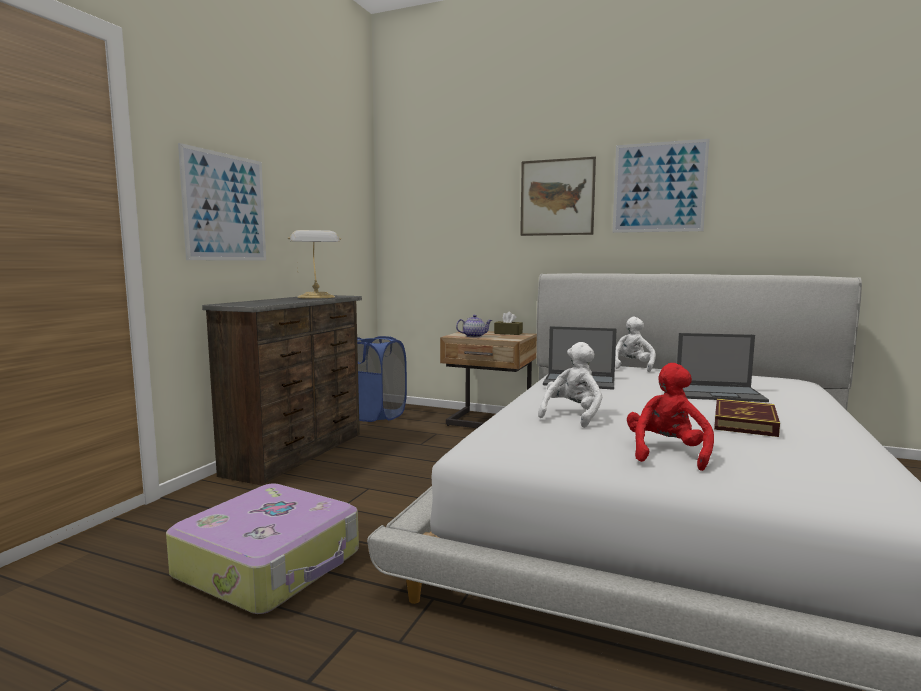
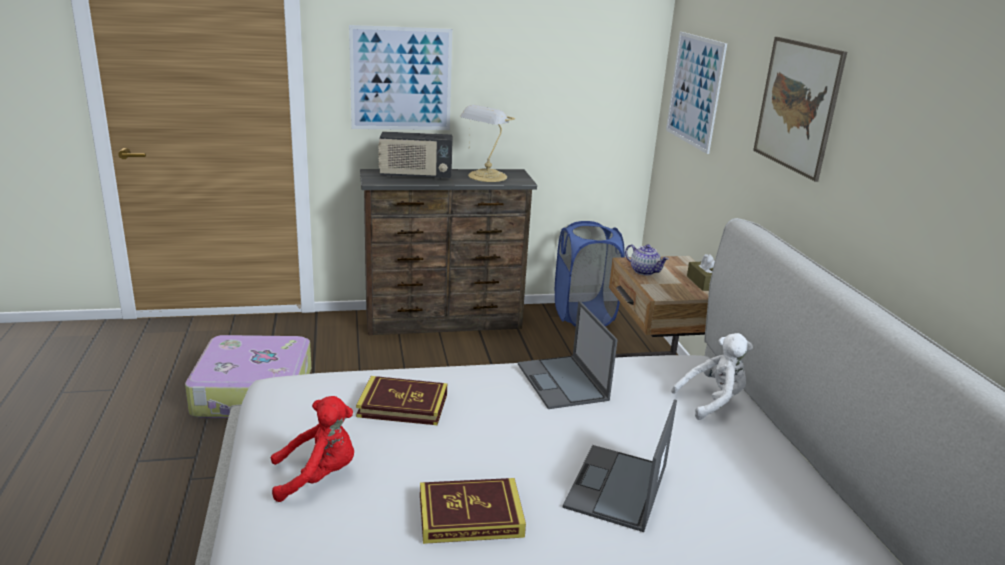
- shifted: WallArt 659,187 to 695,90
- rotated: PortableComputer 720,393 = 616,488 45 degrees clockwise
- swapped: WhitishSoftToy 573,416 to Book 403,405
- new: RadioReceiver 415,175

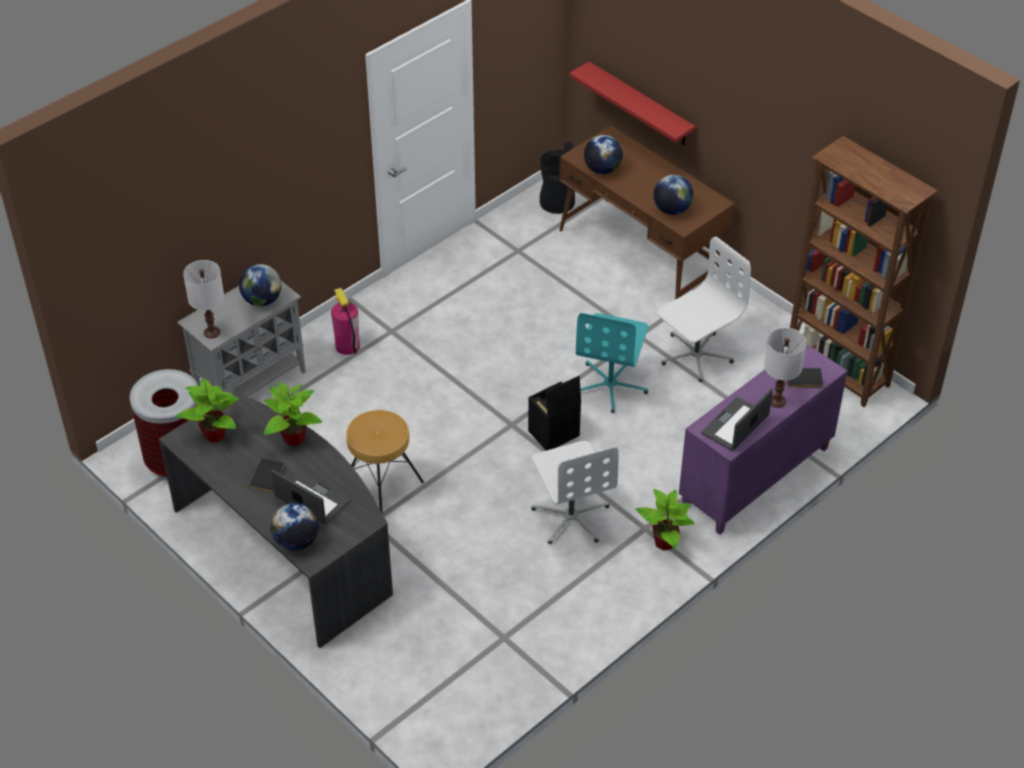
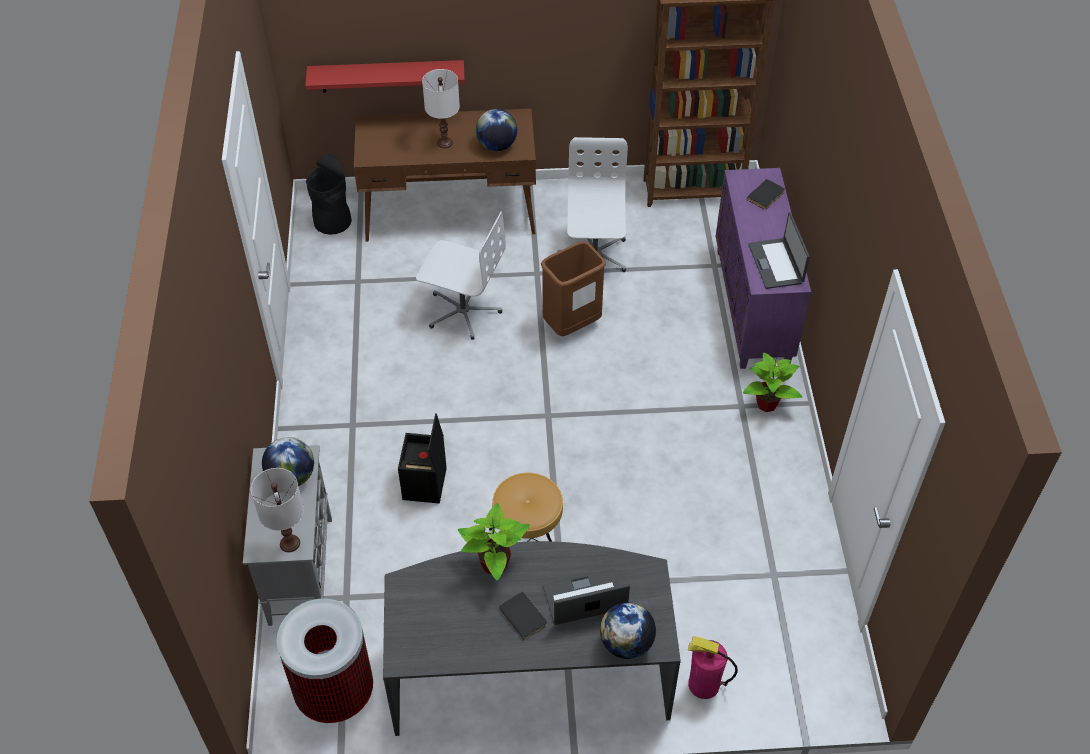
- gone: Globe 602,169
- shifted: Extinguisher 347,346 to 704,684
- swapped: TurquoiseColouredComputerChair 611,385 to BrownColouredWasteBin 571,325
- shifted: WhitishLampForATable 777,401 to 445,143
- shifted: BlackColouredStorageBin 553,434 to 425,485
- gone: PlantInAPot 215,434
- shifted: WhitishComputerChair 571,517 to 463,311

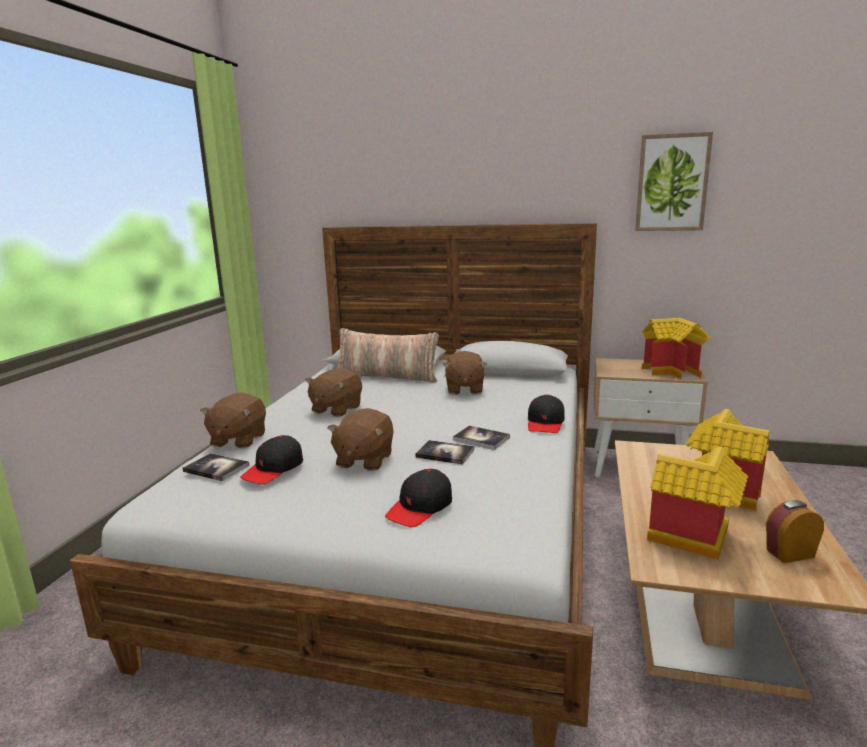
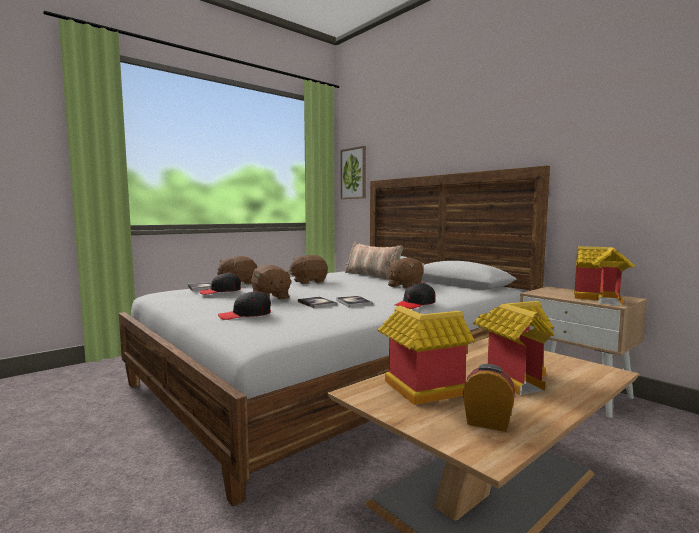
- shifted: WallArt 672,183 to 353,173
- rotated: BrownColouredSoftToy 364,460 = 270,298 75 degrees counterclockwise

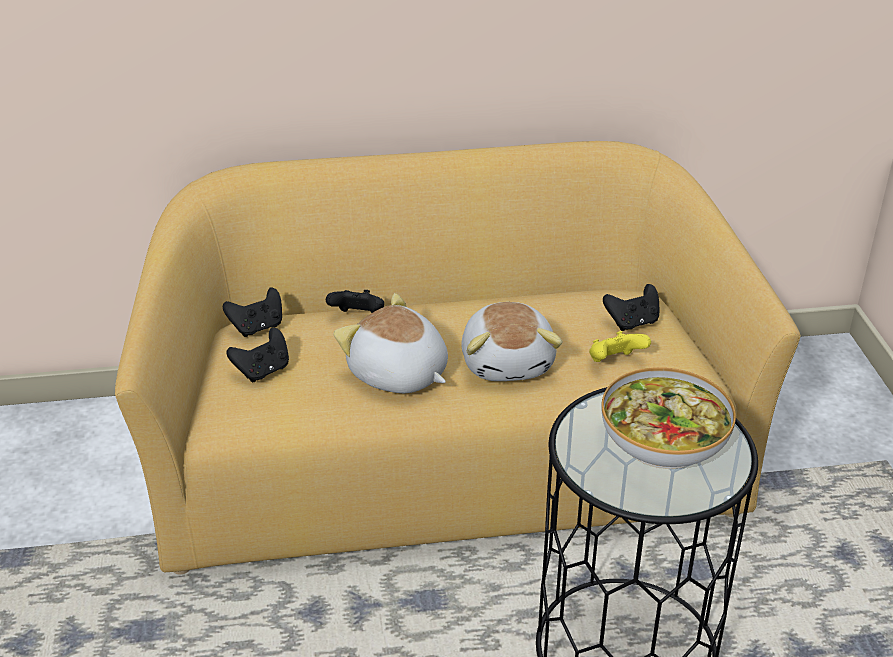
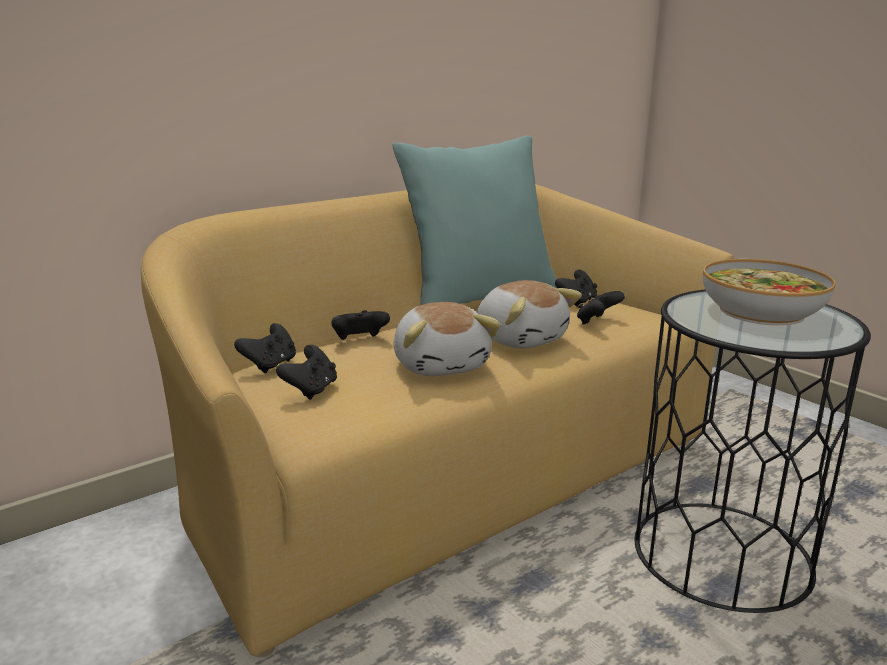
- rotated: SoftToy 398,375 = 441,365 120 degrees counterclockwise
- repainted: YellowColouredJoypad 614,362 to BlackColouredJoypad 597,322
- new: TurquoiseColouredPillow 479,299

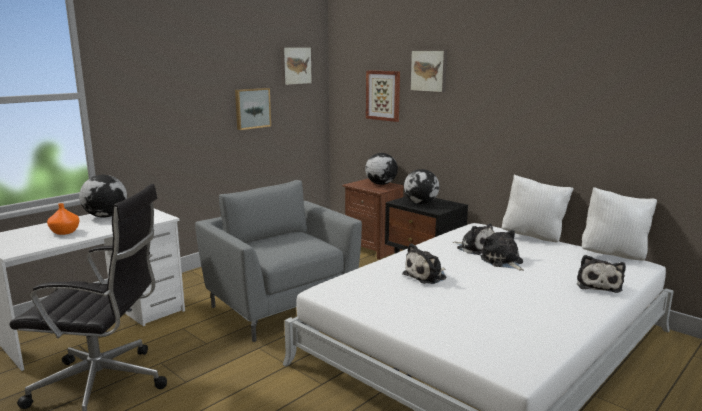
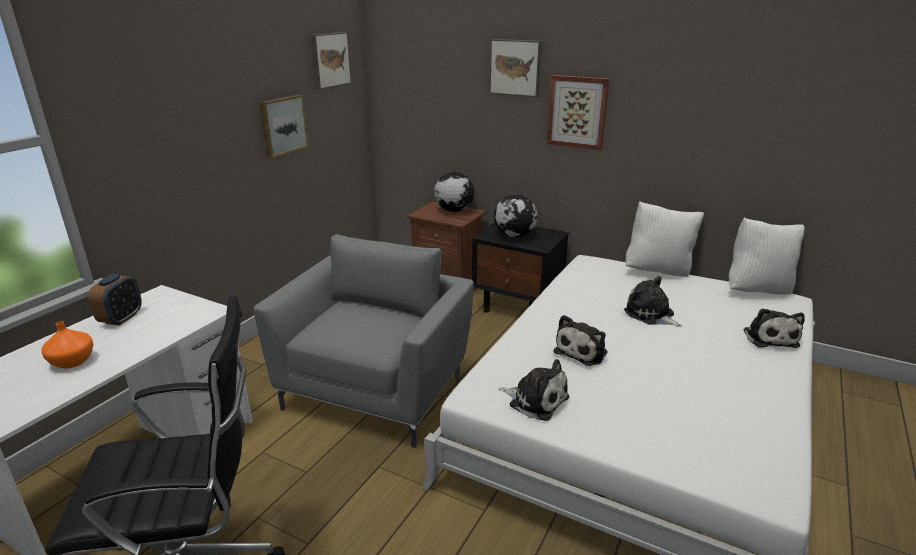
- shifted: WallArt 383,95 to 577,112
- swapped: Globe 106,216 to TableClock 121,318
- rotated: GreyEasyChair 281,305 = 376,392 75 degrees clockwise
- shifted: SoftToy 474,248 to 535,400

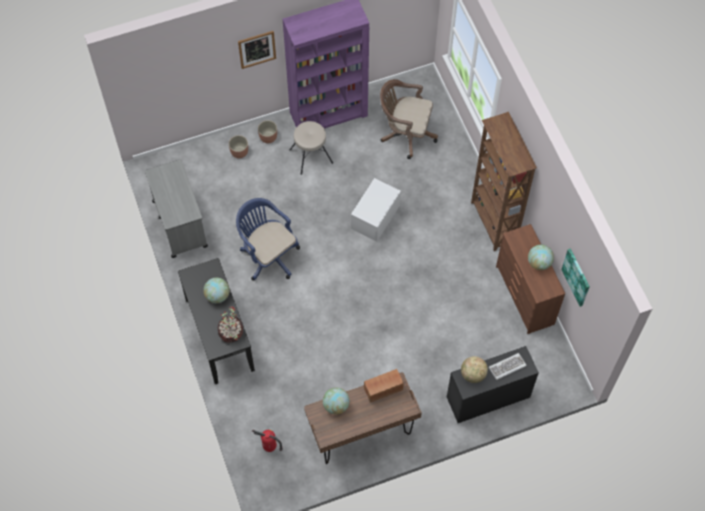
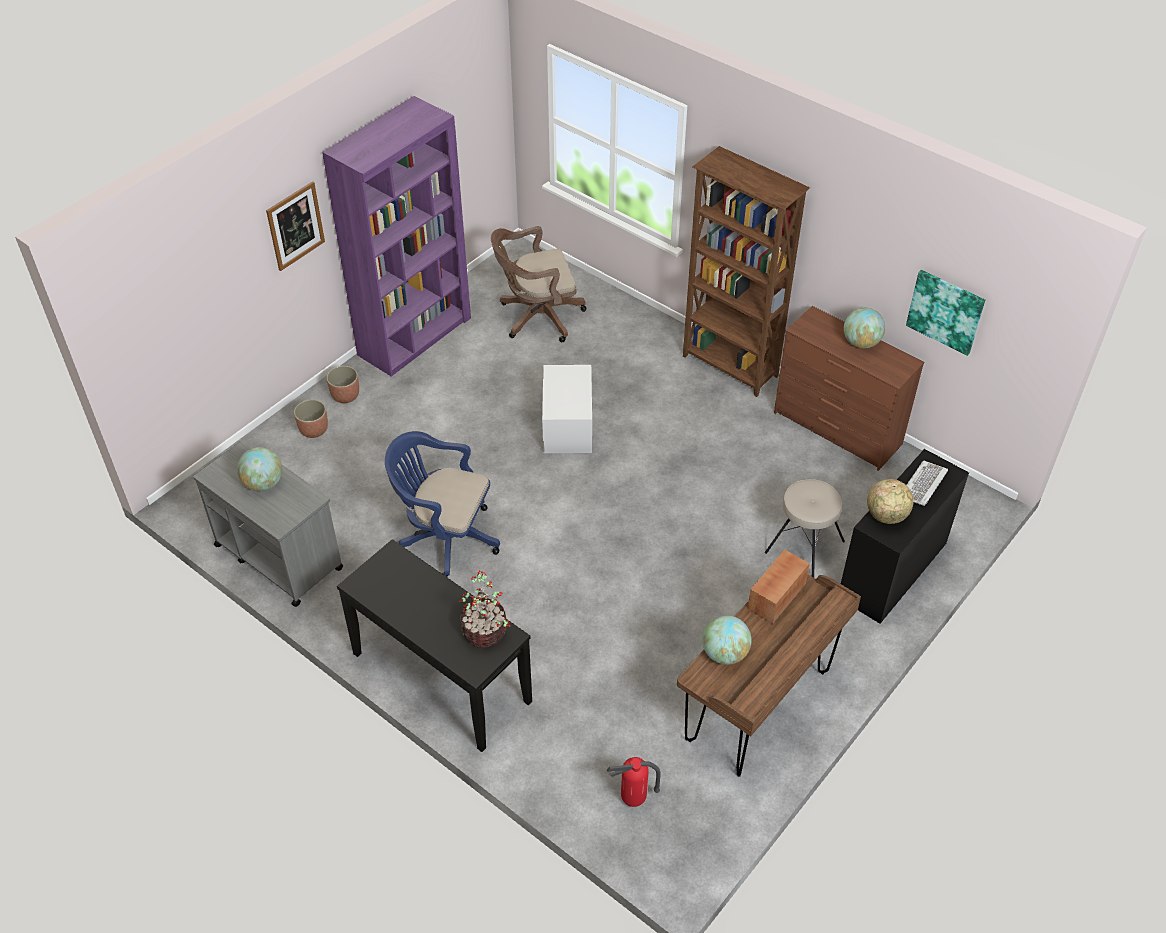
- shifted: BeigeSittingStool 311,156 to 804,546
- shifted: Globe 217,295 to 263,483

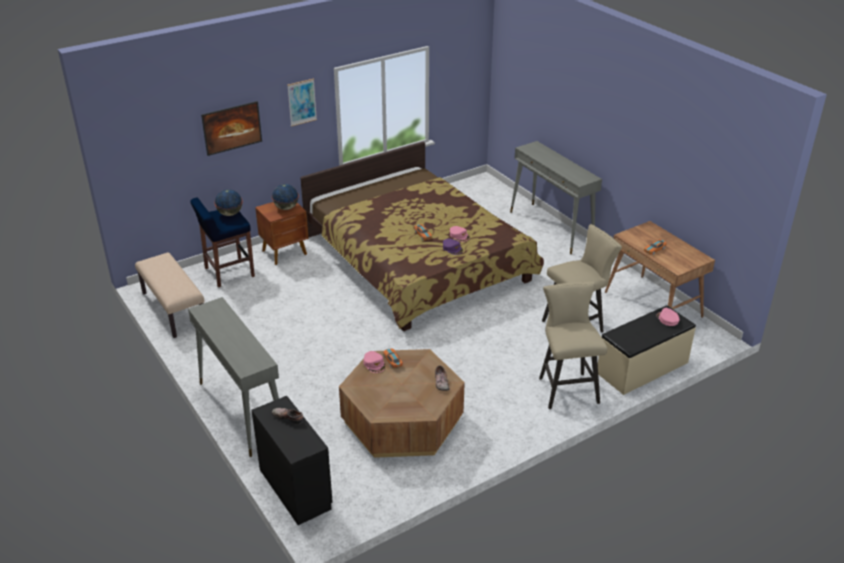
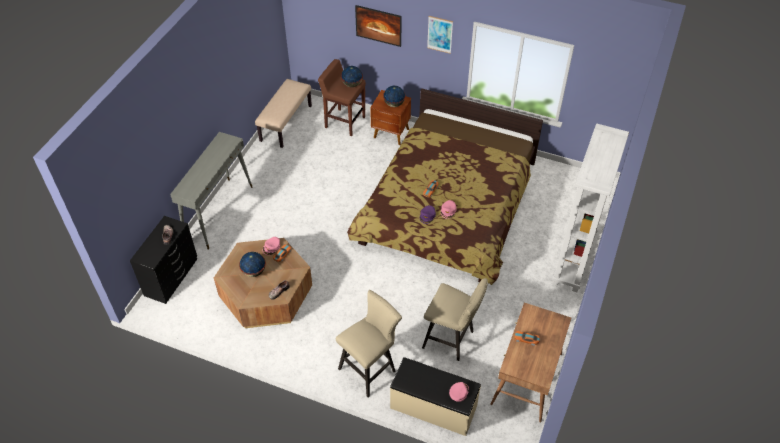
- swapped: GreyHallTable 551,228 to WhitishBookcase 574,261
- repainted: BluishSittingStool 228,272 to BrownColouredSittingStool 344,122
- new: Globe 254,272

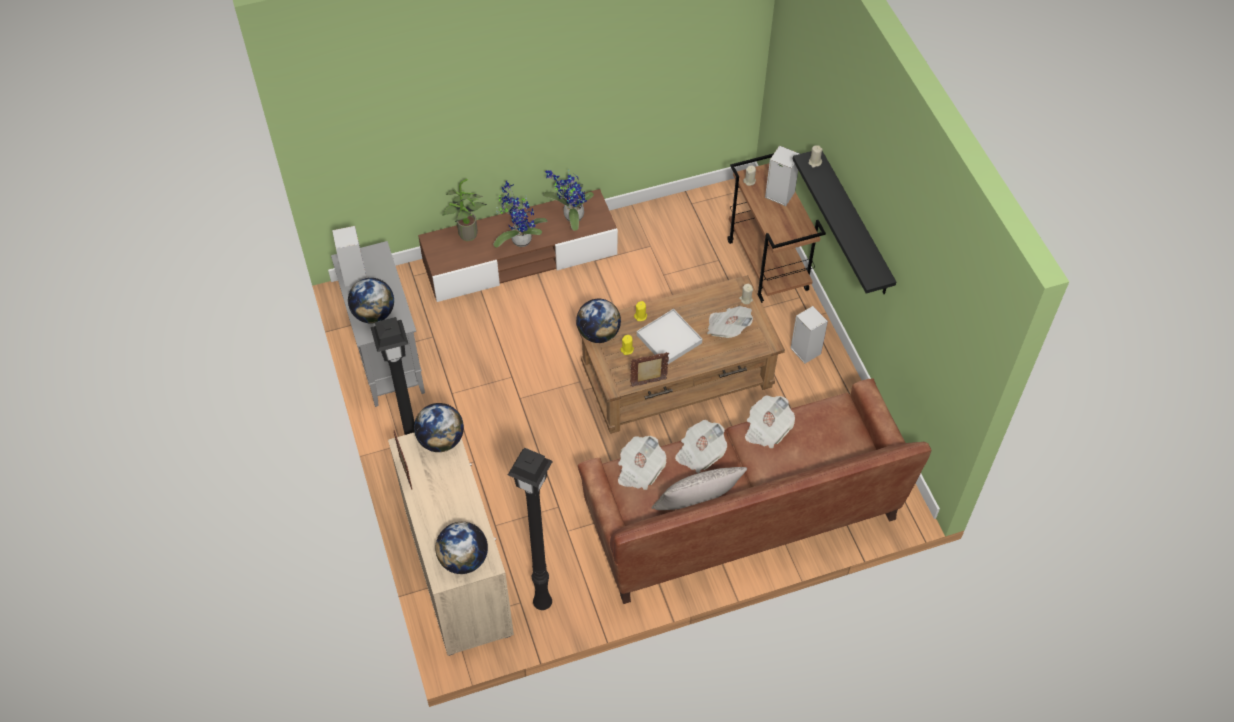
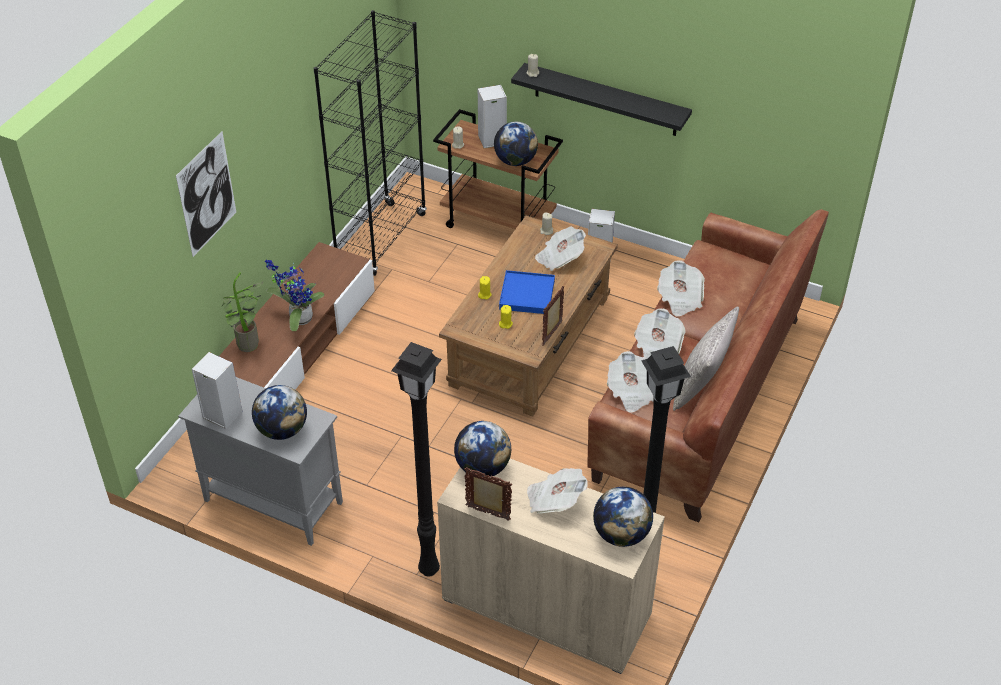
- gone: PlantInAPot 571,216
- shifted: Globe 598,333 to 515,161
- repainted: WhitishCarryingTray 669,339 to BluishCarryingTray 527,294
- new: BlackColouredBookcase 381,239
- new: WallArt 207,194
- new: PrintedPaper 554,500

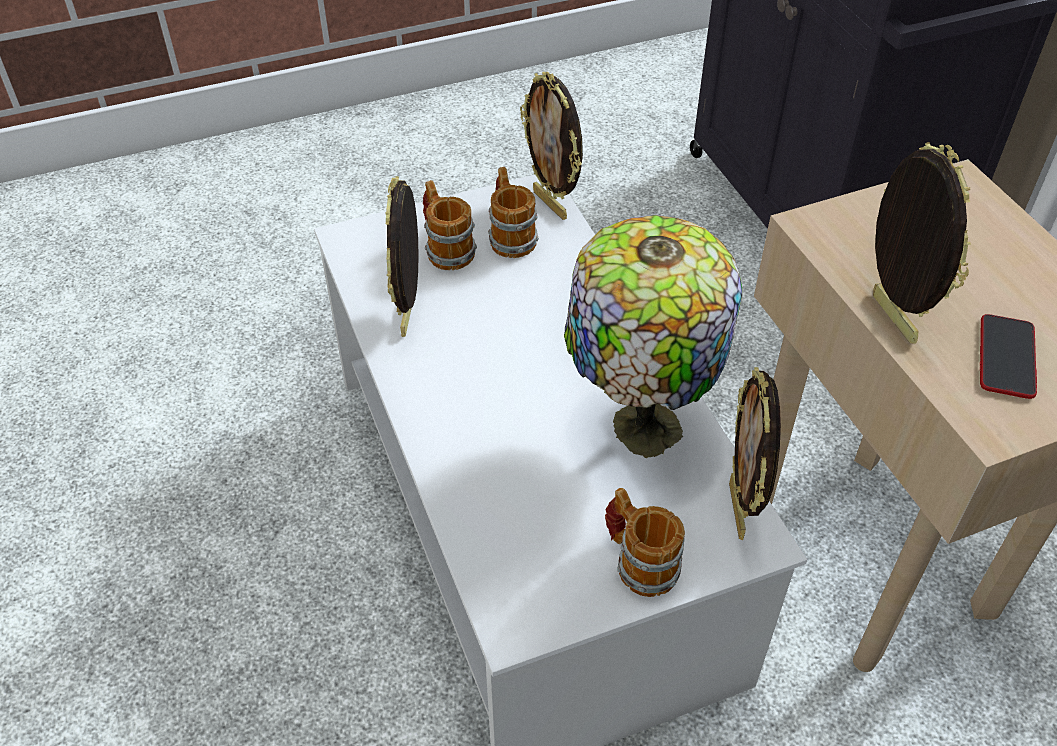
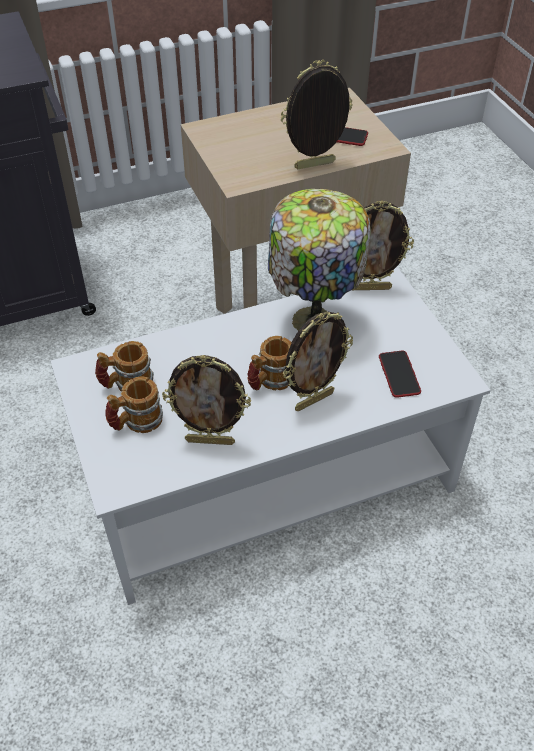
- shifted: PictureFrame 551,204 to 313,400
- shifted: TeaMug 638,561 to 270,381
- new: Phone 399,374

